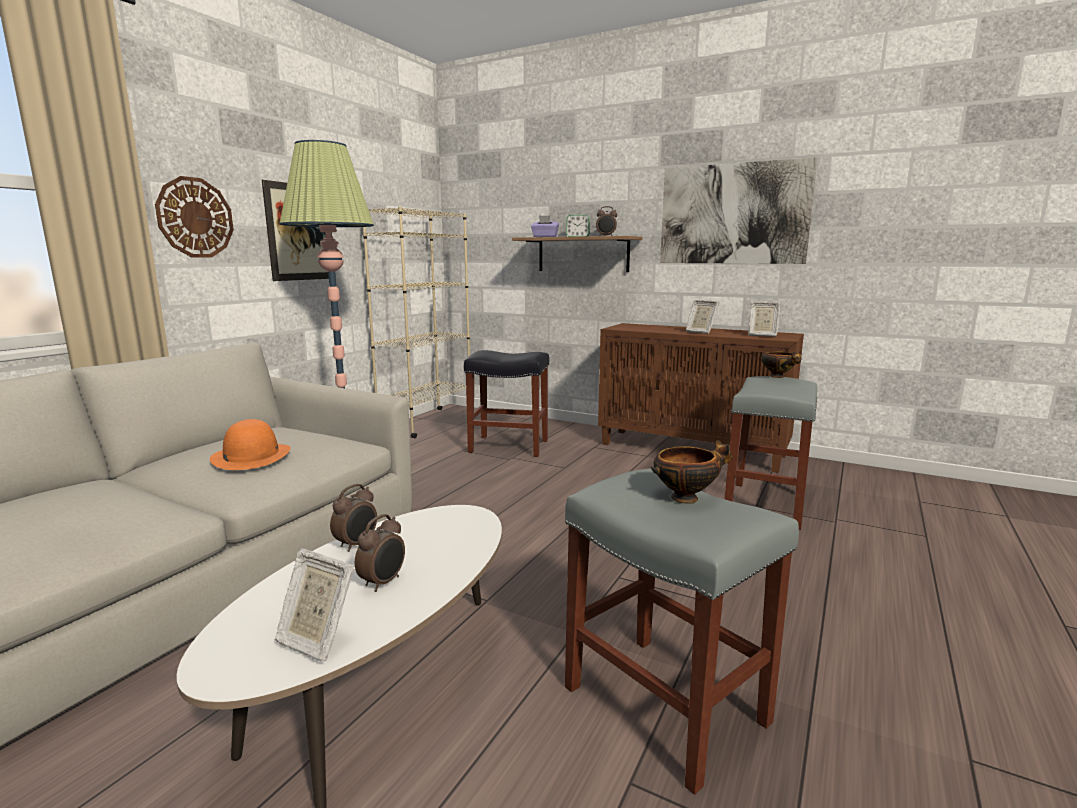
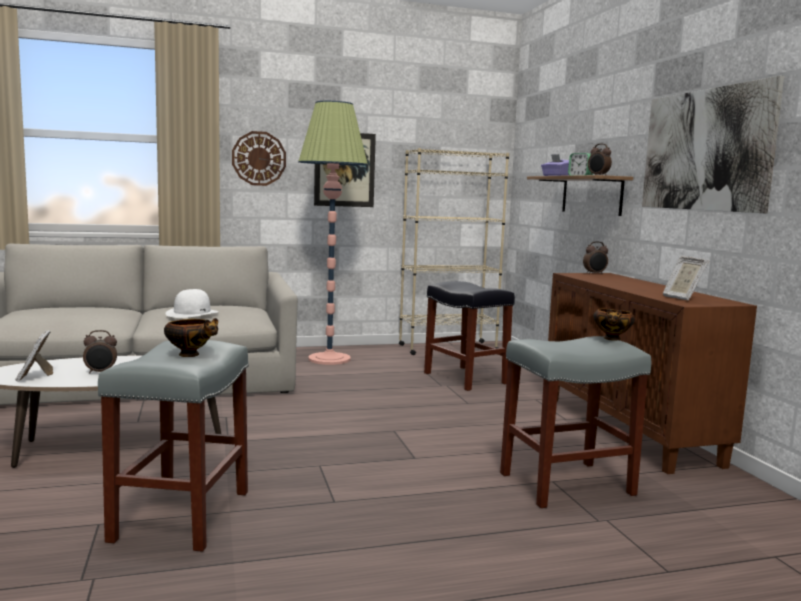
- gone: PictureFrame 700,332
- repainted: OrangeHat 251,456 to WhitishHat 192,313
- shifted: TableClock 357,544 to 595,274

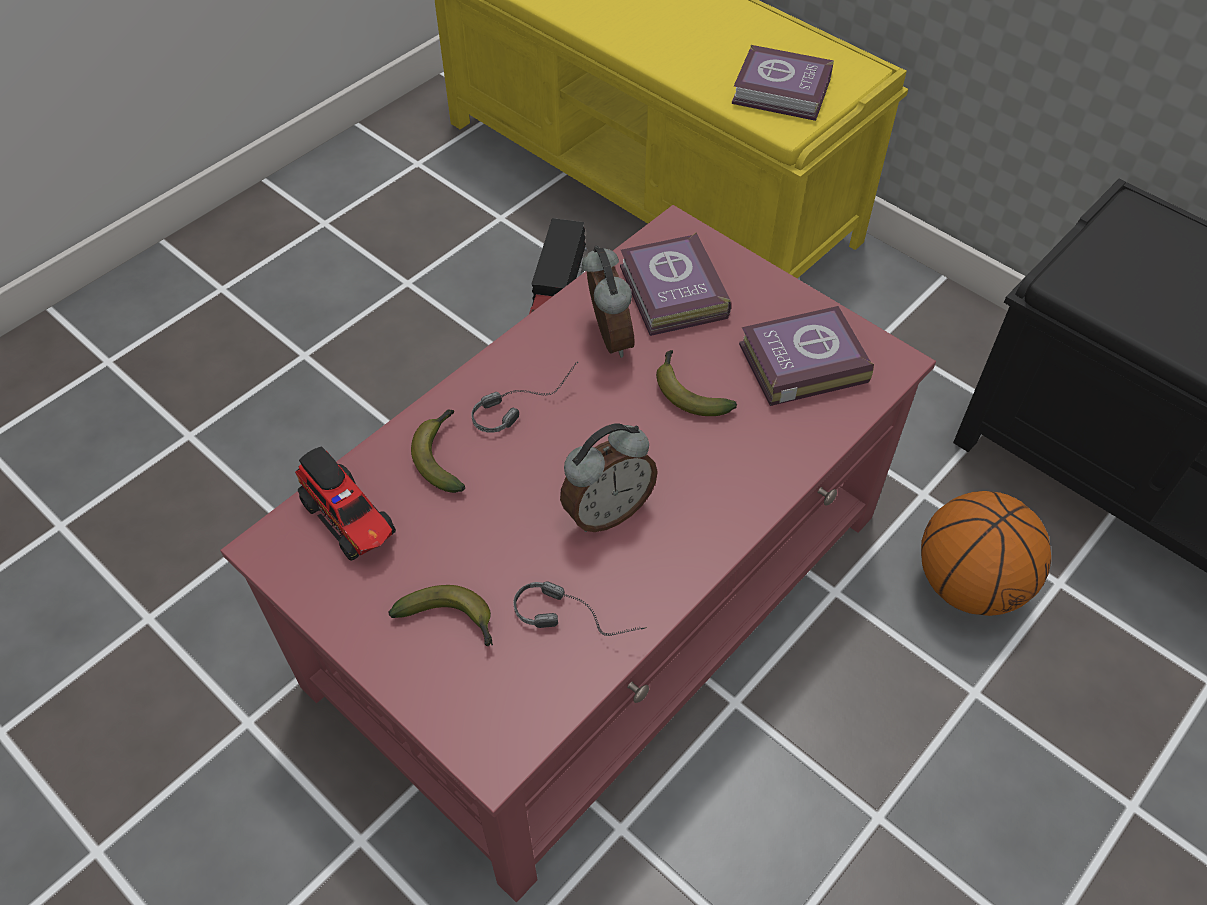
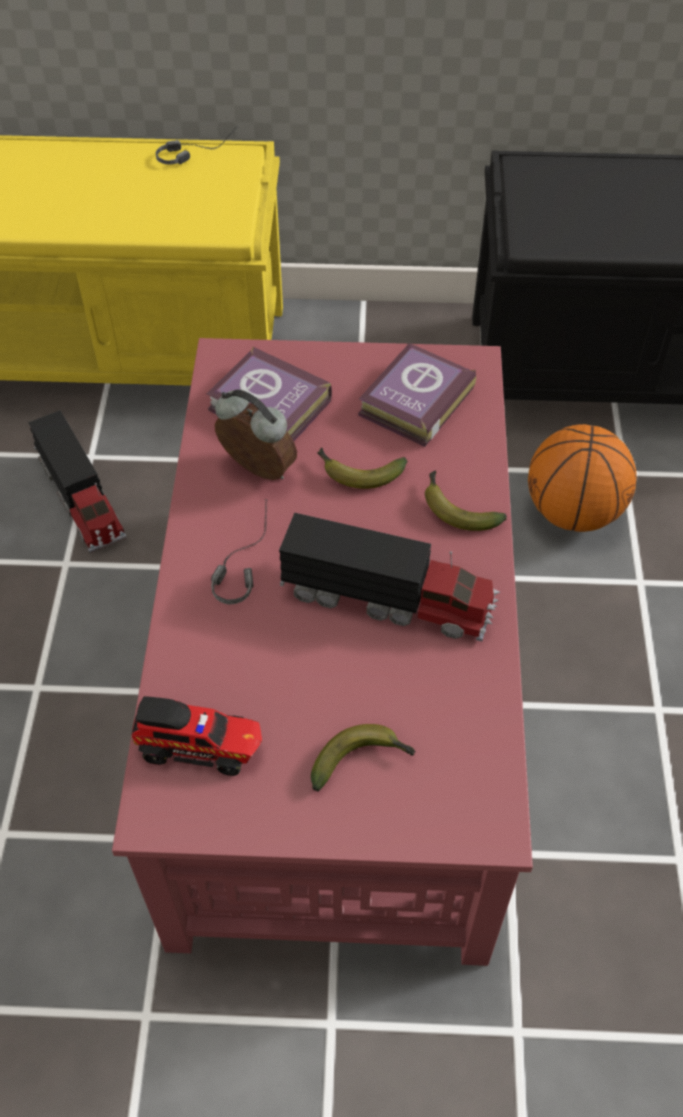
- gone: Book 783,93
- shifted: WholeBanana 442,455 to 456,509
- swapped: TableClock 607,511 to ToyLorry 389,598
- shifted: Headset 581,616 to 197,151

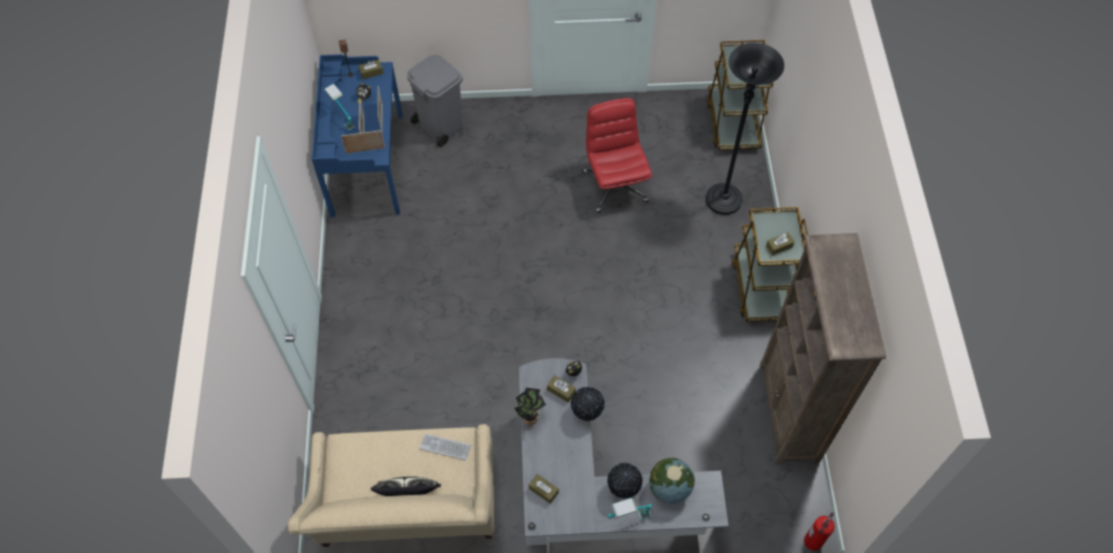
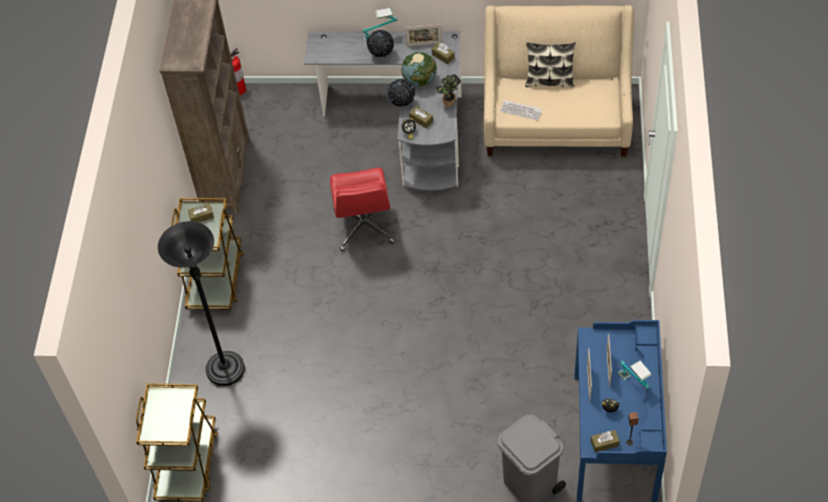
- shifted: RedComputerChair 615,185 to 364,227
- shifted: PictureFrame 365,150 to 424,44
- shifted: Globe 669,488 to 420,81

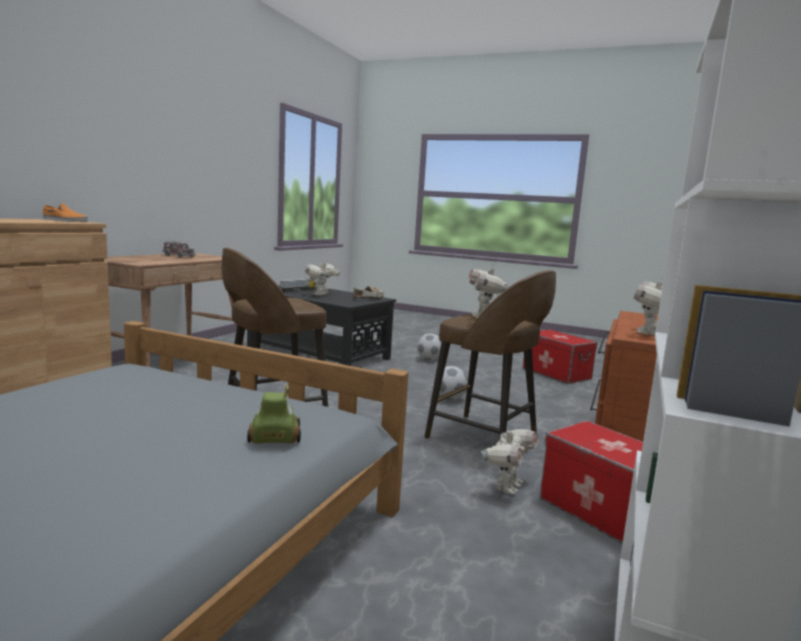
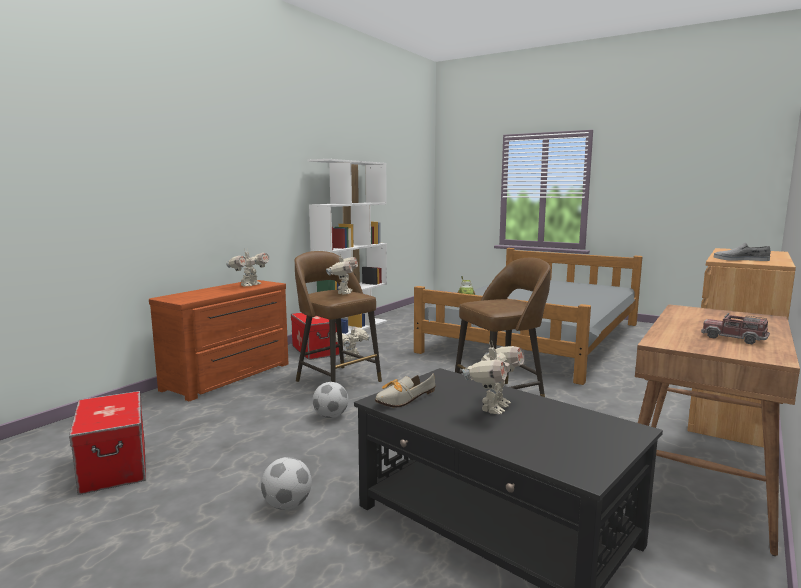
- repainted: OrangeItemOfFootwear 65,221 to GreyItemOfFootwear 740,260
- gone: ToyLorry 298,290

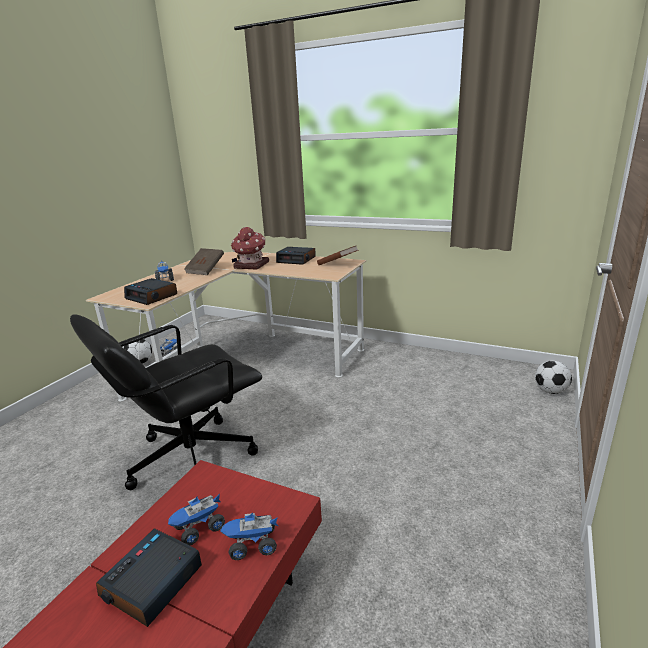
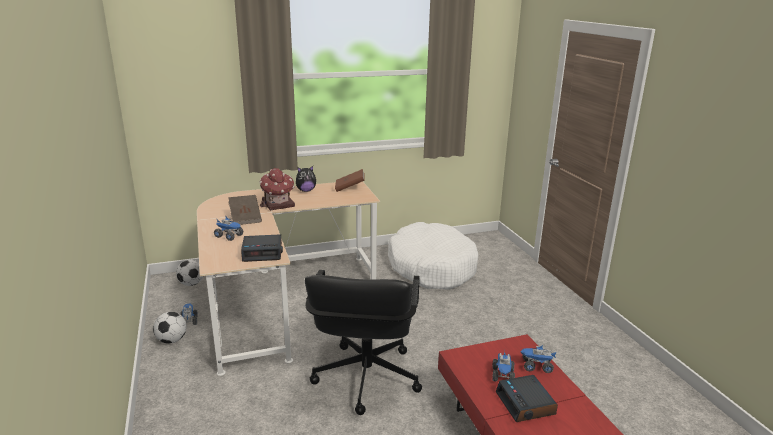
- swapped: TableClock 296,260 to SoftToy 306,190
- shifted: Football 550,391 to 191,284
- rotated: ToyLorry 252,545 = 536,366 60 degrees clockwise
- new: WhitishPetBed 431,267

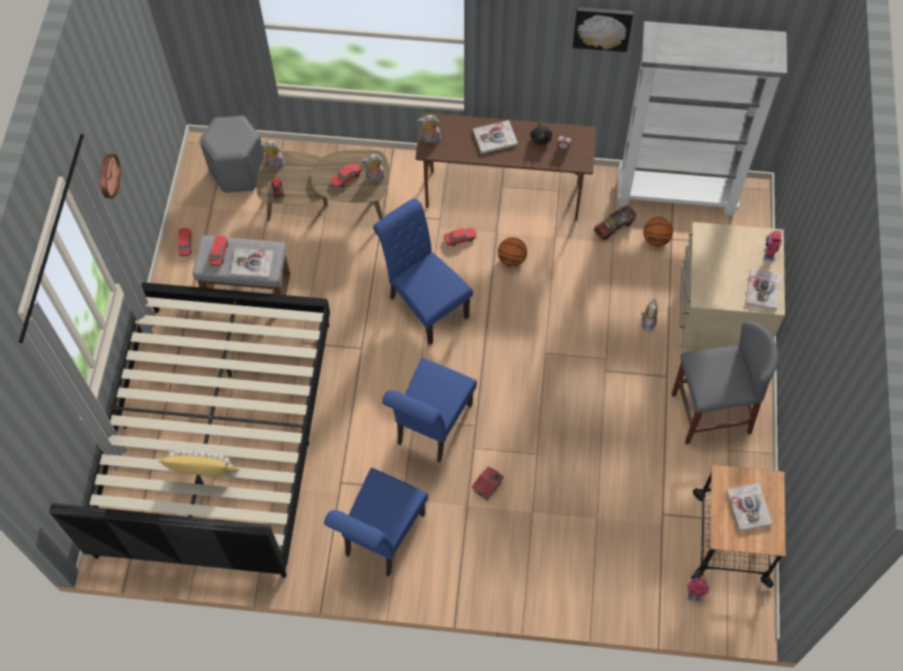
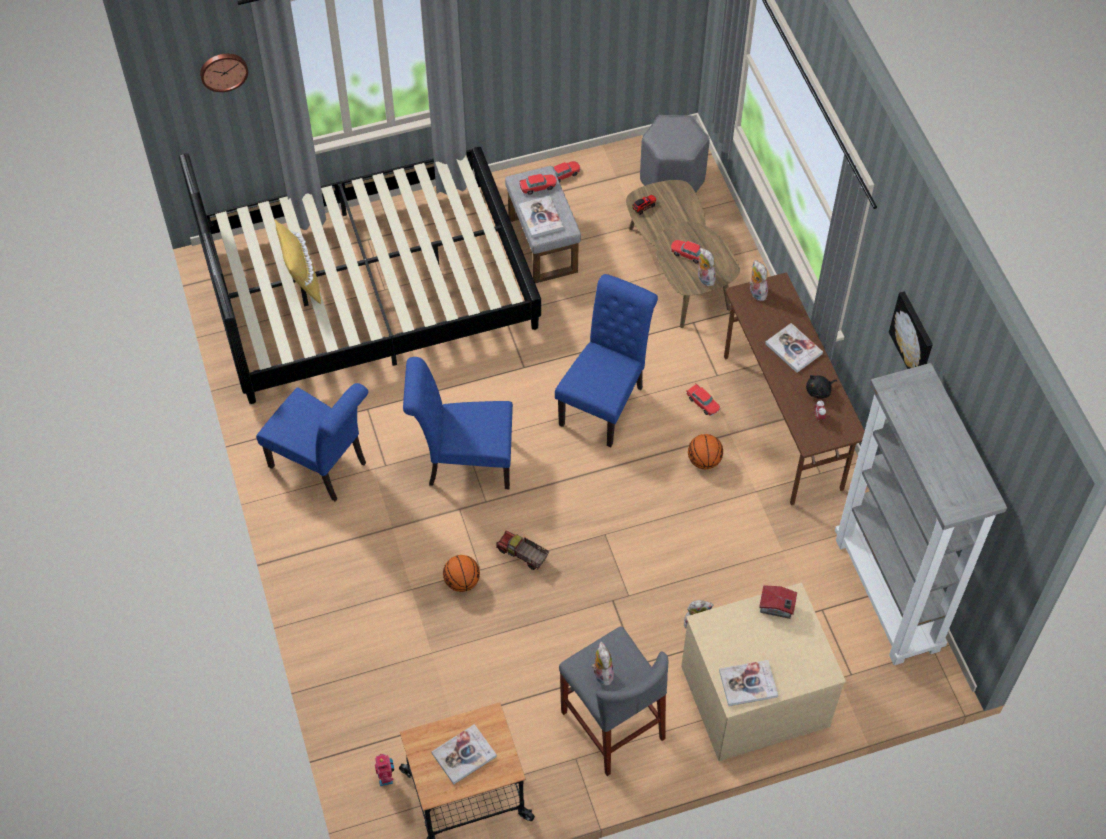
- shifted: SoftToy 274,164 to 601,673
- shifted: ClockOnTheWall 107,175 to 223,70
- shifted: ToyLorry 614,227 to 522,555
- shifted: Basketball 656,239 to 462,582
- gone: ToyRobot 768,254
- shifted: ModelHouse 488,486 to 777,608
- rotated: BluishPlainChair 381,539 = 323,467 150 degrees counterclockwise

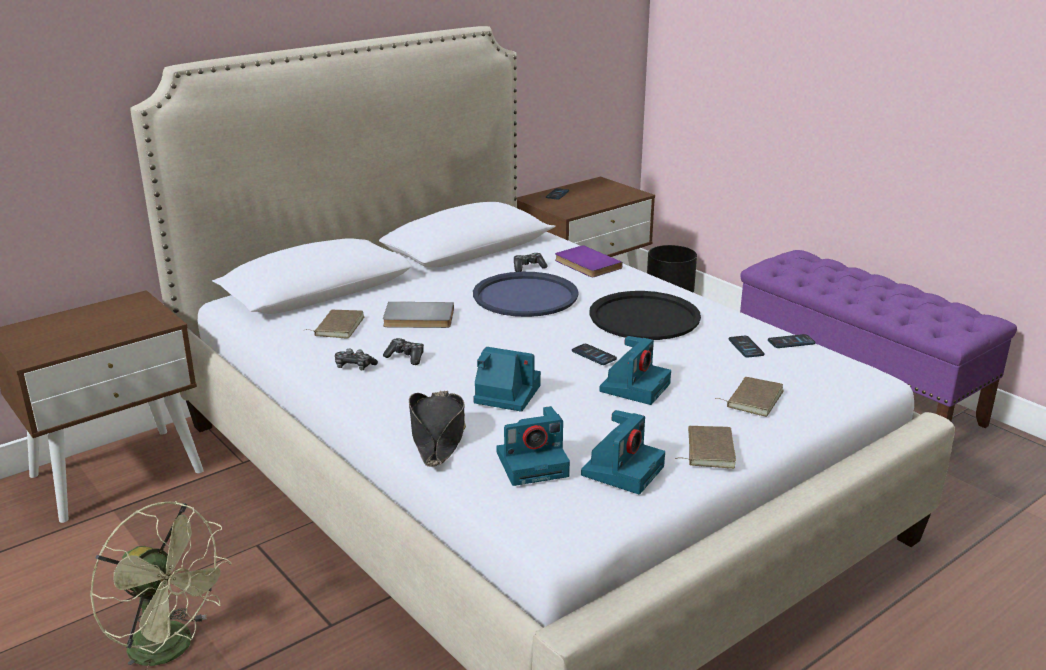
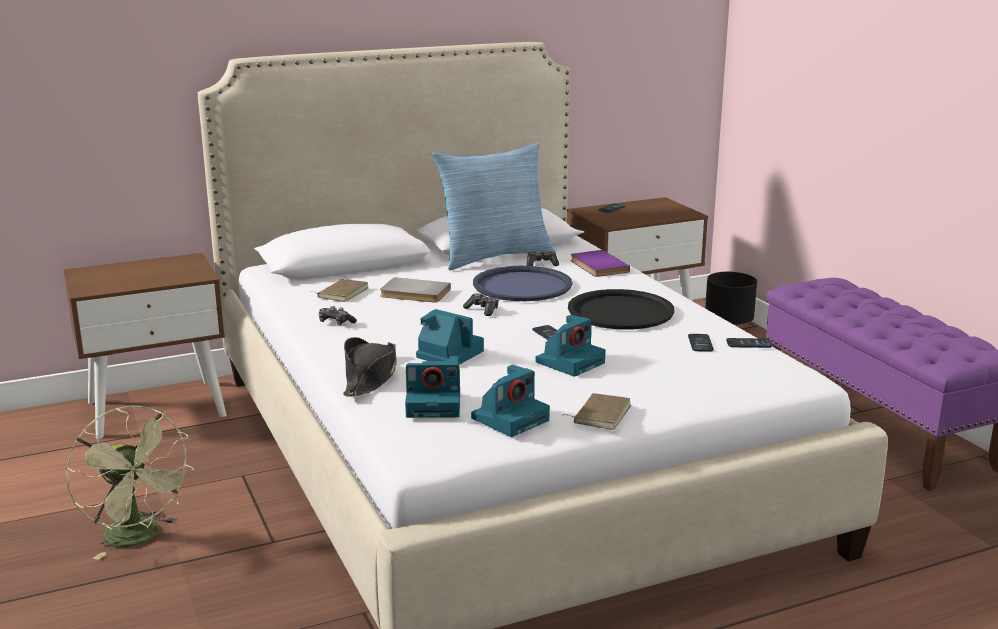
- shifted: Joypad 406,357 to 482,310
- gone: BrownColouredBook 753,399
- new: Pillow 494,257

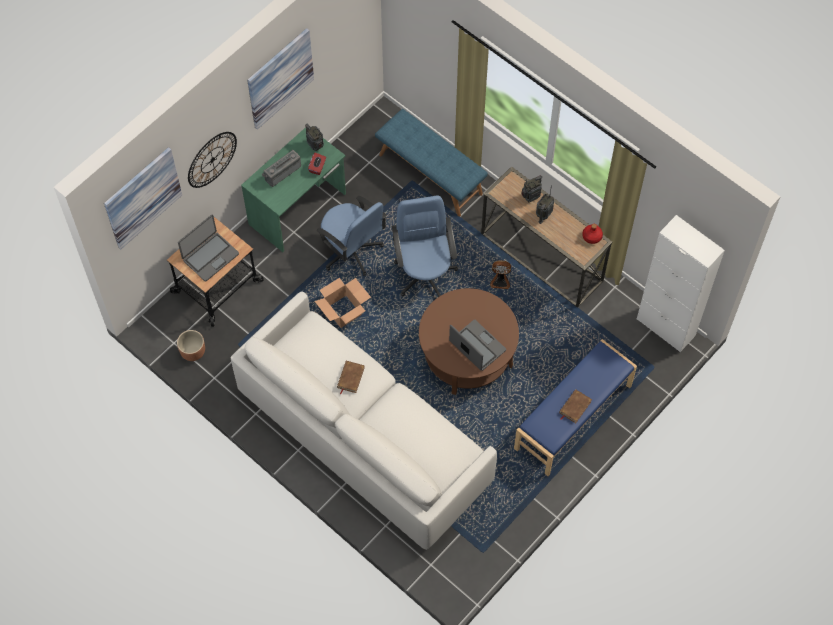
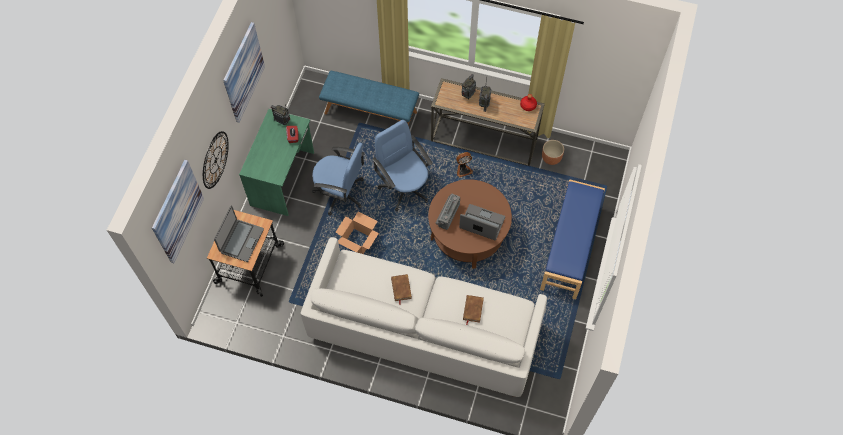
- shifted: RadioReceiver 281,172 to 447,214
- gone: WhitishStorageCabinet 665,327
- shifted: BrownColouredPlantPot 192,352 to 551,158
- shifted: BrownColouredBook 574,407 to 472,309

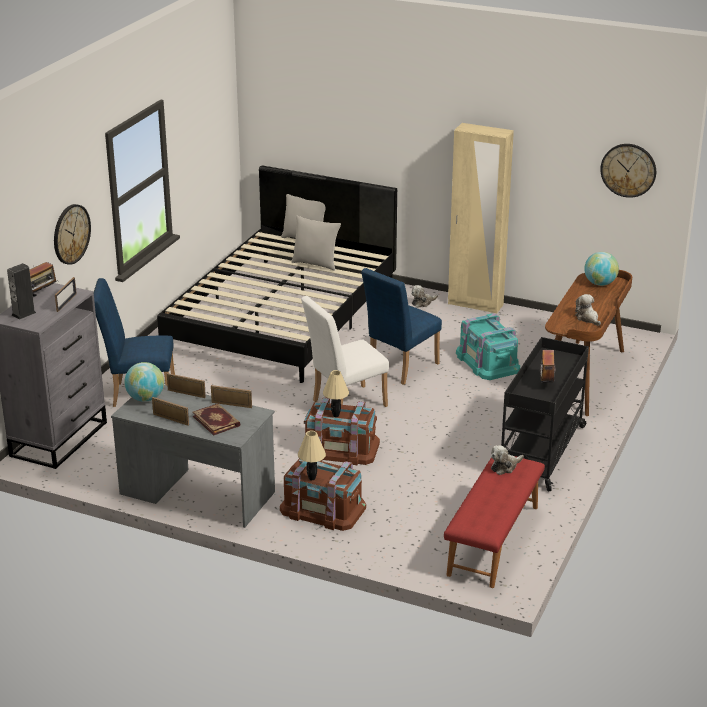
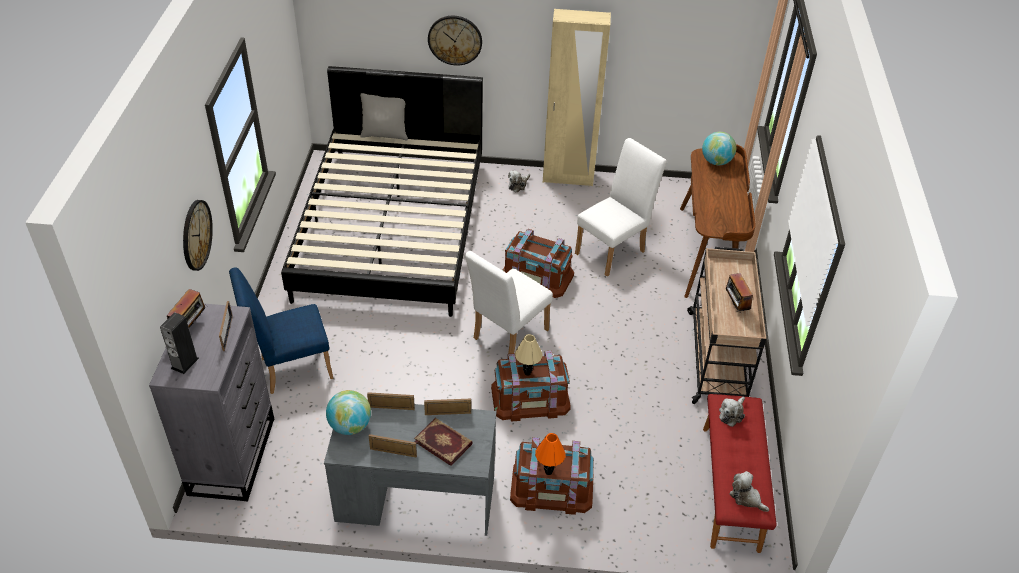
- shifted: ClockOnTheWall 628,170 to 455,40
- gone: GreyPillow 315,263
- swapped: BluishPlainChair 399,368 to BrownColouredStorageBin 536,276
- shifted: SoftToy 587,318 to 746,498
- swapped: TurquoiseColouredStorageBin 488,361 to WhitishPlainChair 614,250
- repainted: BlackColouredTrolley 541,451 to BeigeTrolley 717,357
- repainted: BeigeLampForATable 312,478 to OrangeLampForATable 549,472

